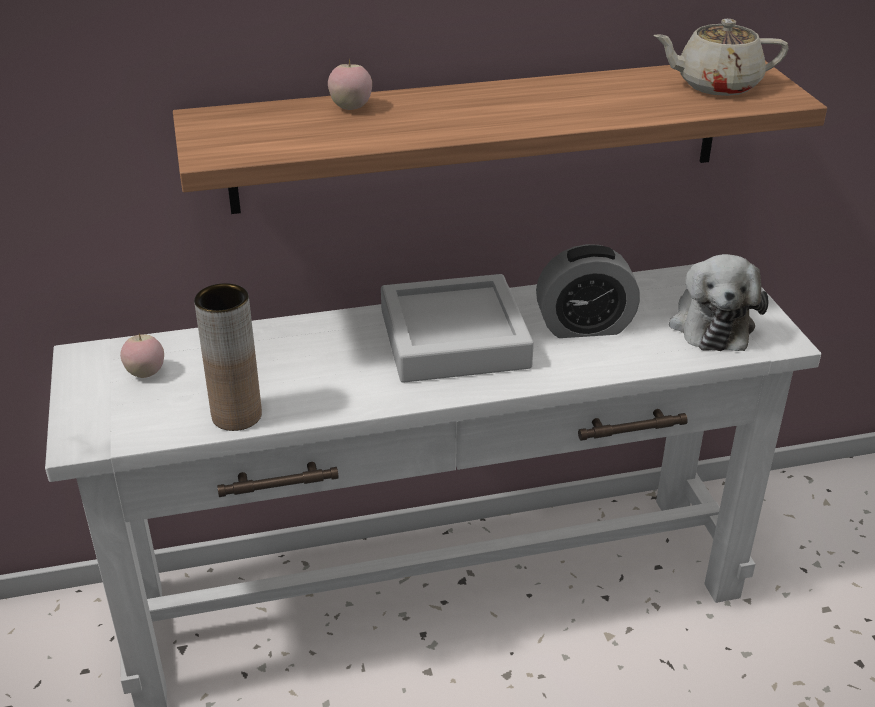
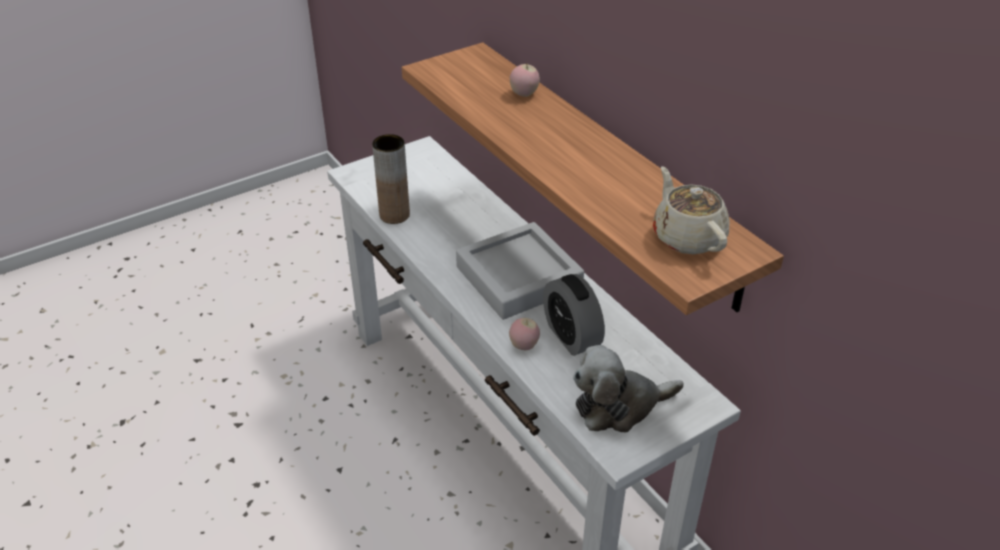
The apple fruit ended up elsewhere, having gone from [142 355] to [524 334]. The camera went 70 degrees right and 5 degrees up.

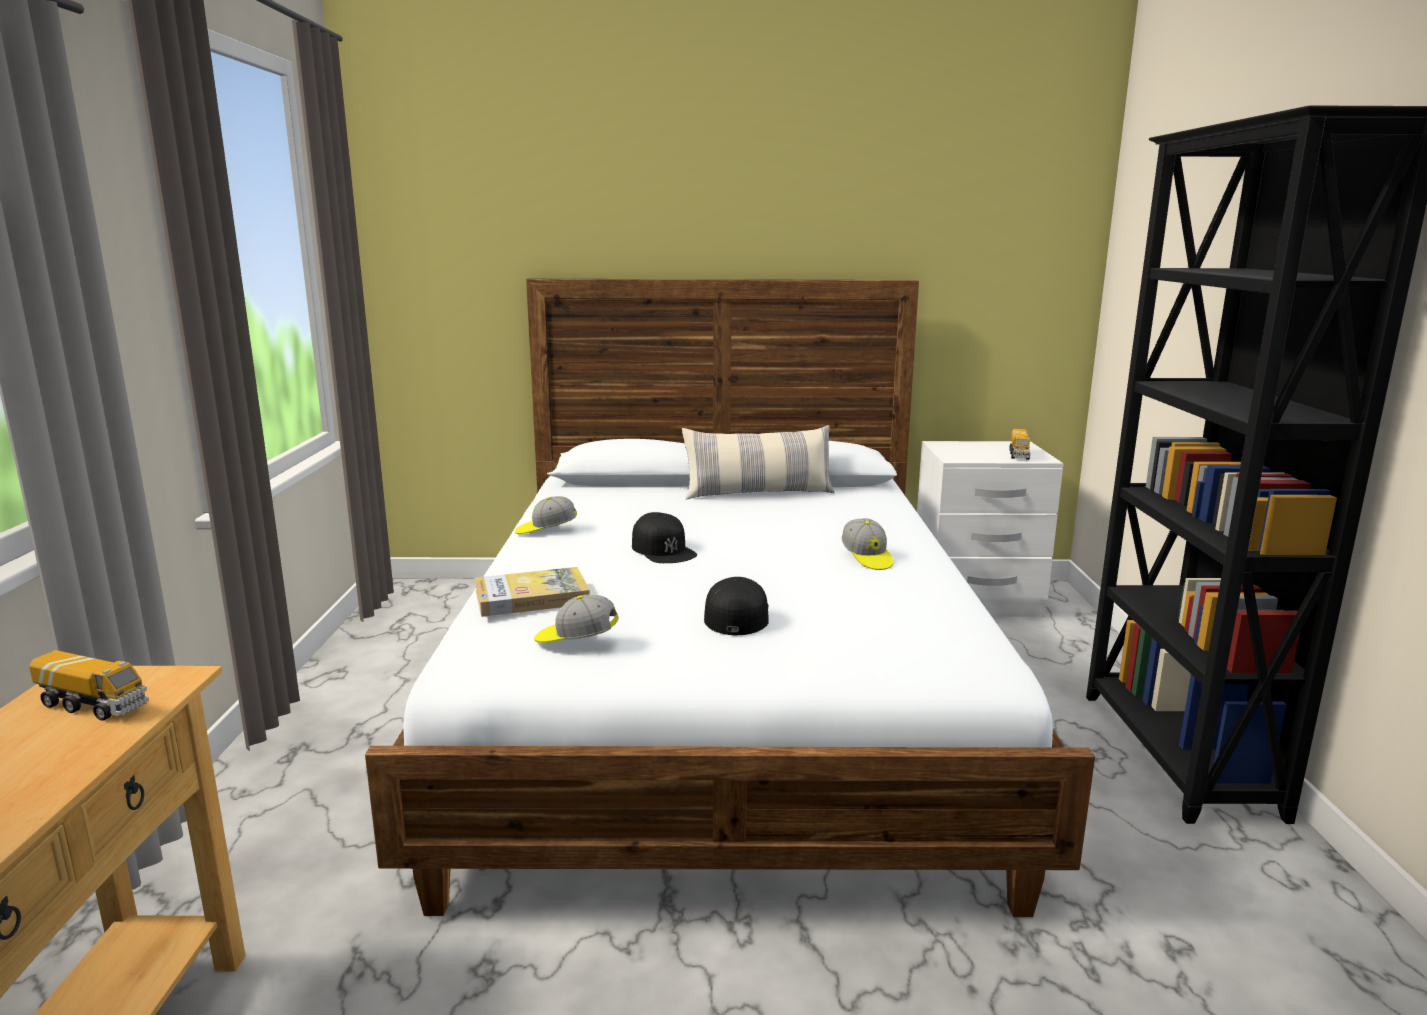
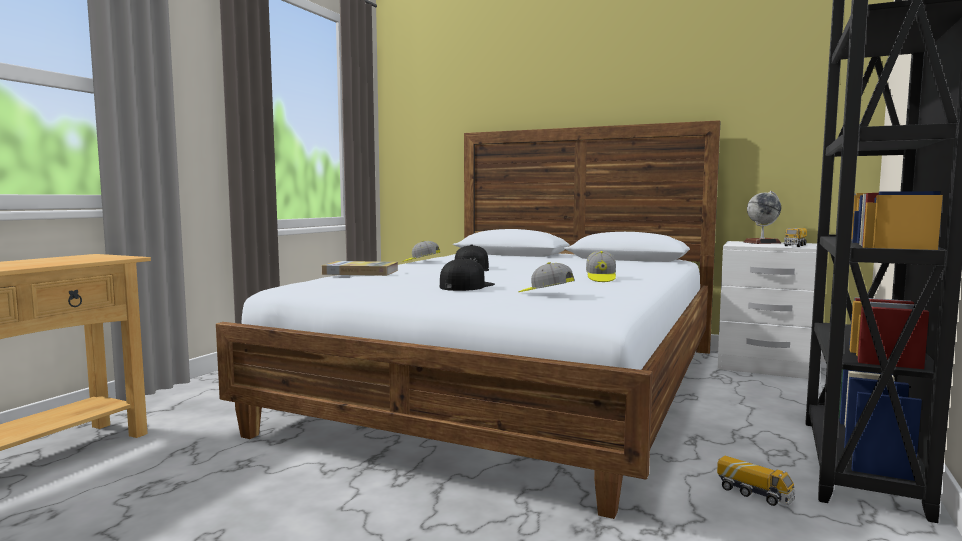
The cap ended up elsewhere, having gone from [576 618] to [546 277]. The toy truck ended up elsewhere, having gone from [89 685] to [756 480]. The second view gained the desk globe at [762 217]. The second view lost the throw pillow at [758 462]. The camera went 25 degrees right and 10 degrees down.

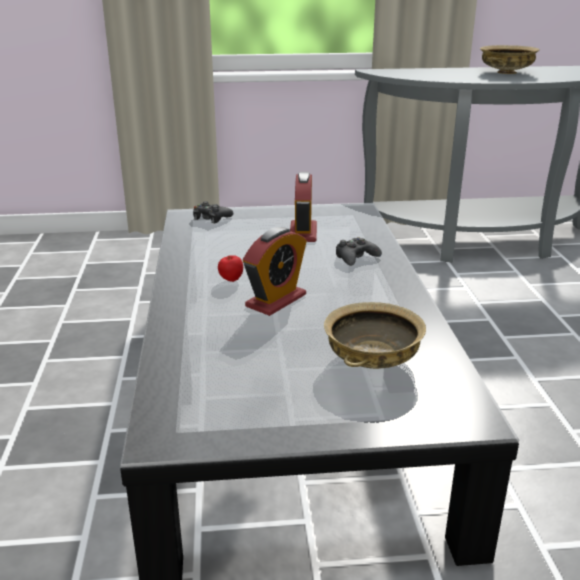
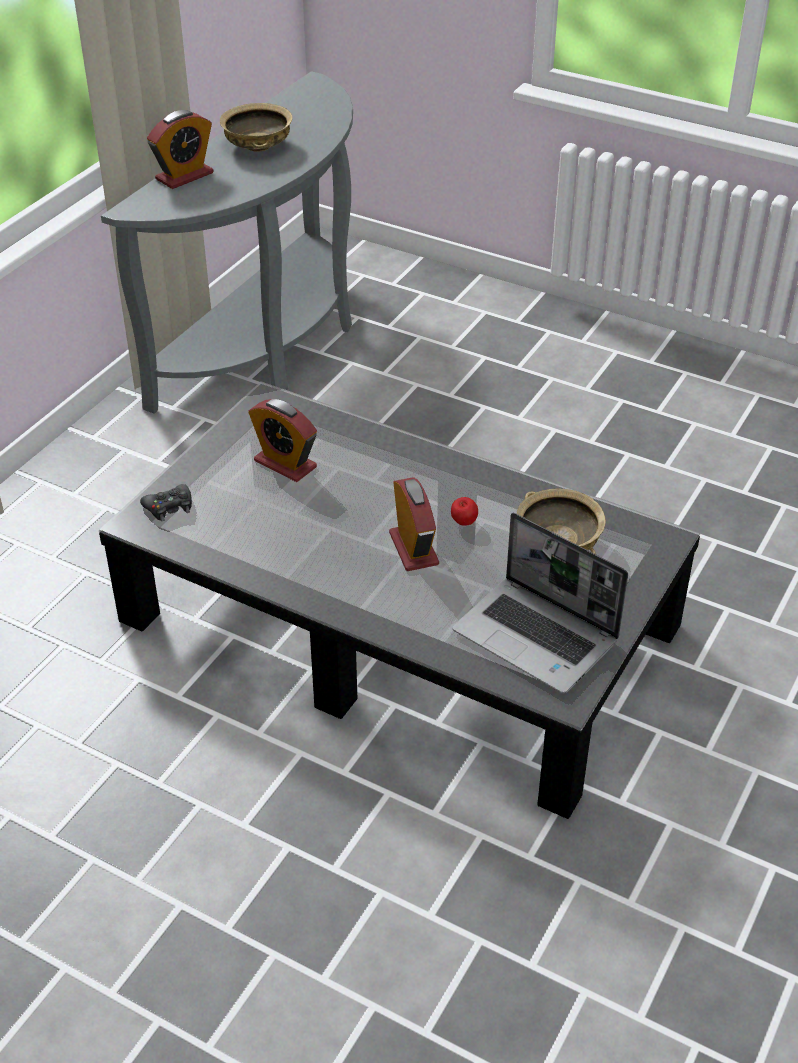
The second view gained the alarm clock at [180 149]. The apple fruit ended up elsewhere, having gone from [230 268] to [464 511]. The second view gained the notebook computer at [540 603]. The second view lost the game controller (black) at [359 251]. The camera went 55 degrees left and 15 degrees up.

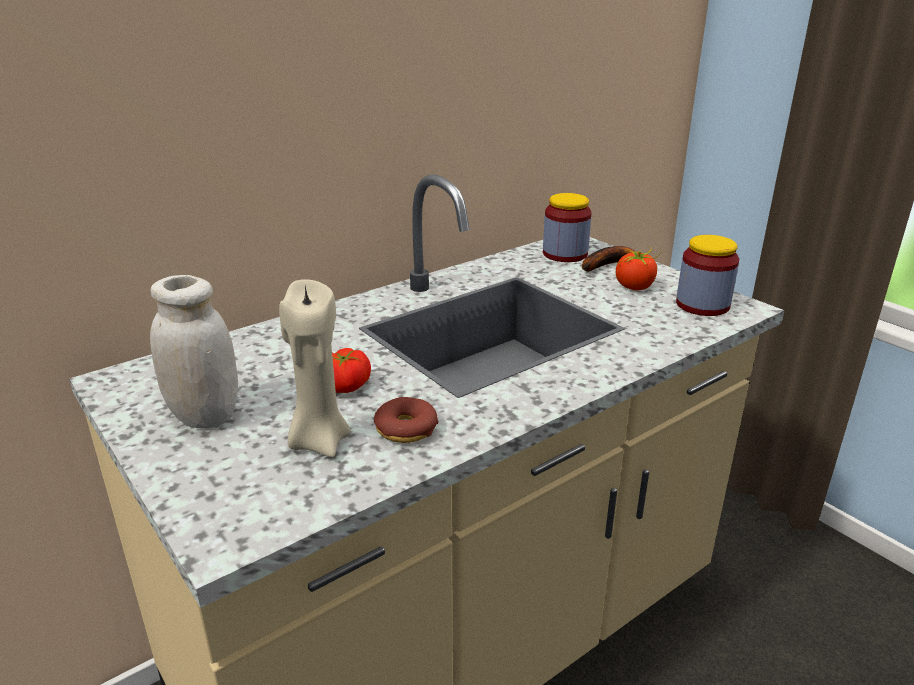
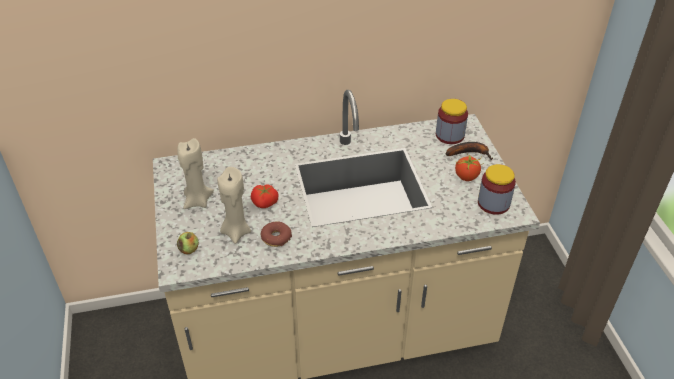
Where the preserve jar (white-coloured) stood at [194 351], the wax candle (beige) came to stand at [195 173]. The second view gained the apple fruit at [188 243]. The camera went 25 degrees right and 15 degrees up.

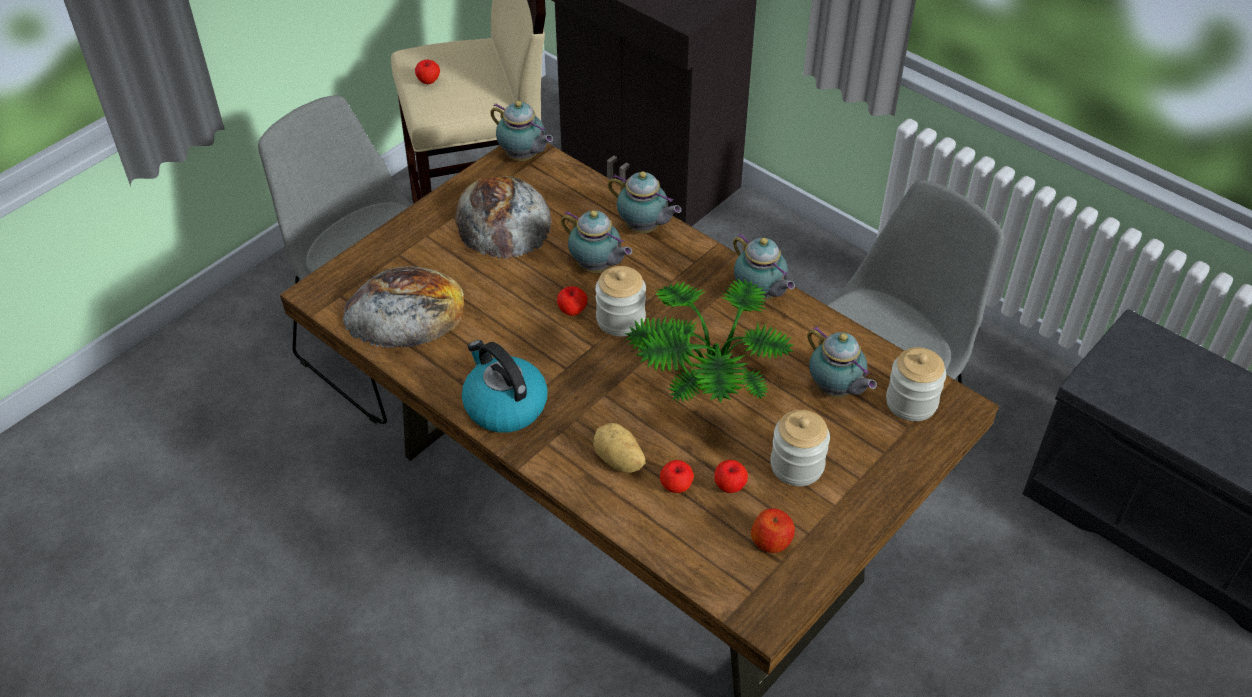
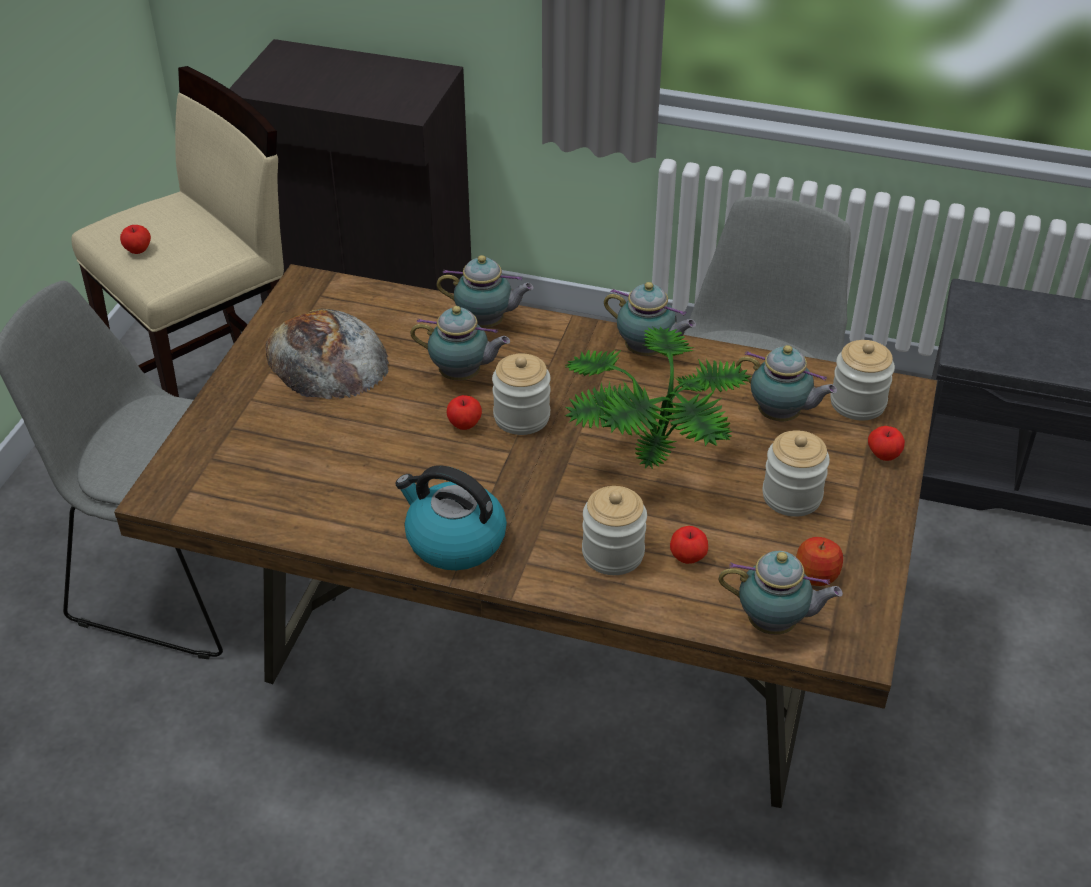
Where the potato stood at [619 448], the preserve jar came to stand at [614 530]. The tea pot ended up elsewhere, having gone from [521 131] to [781 593]. The apple fruit ended up elsewhere, having gone from [731 476] to [886 443]. The second view lost the bakery bread at [403 307]. The camera went 25 degrees left and 5 degrees down.

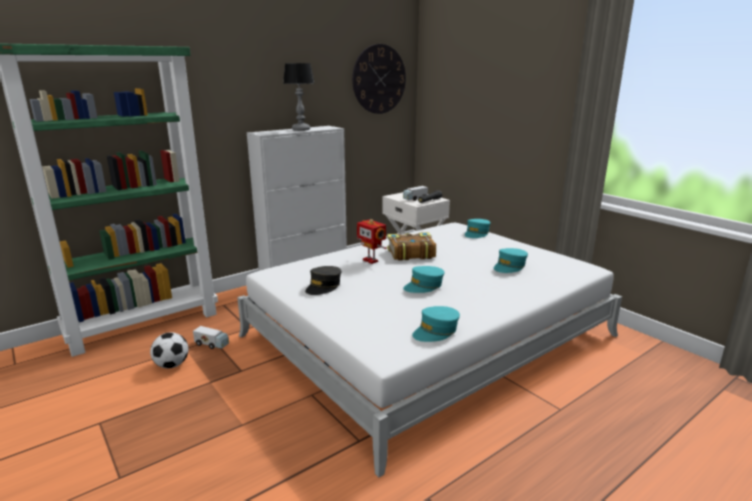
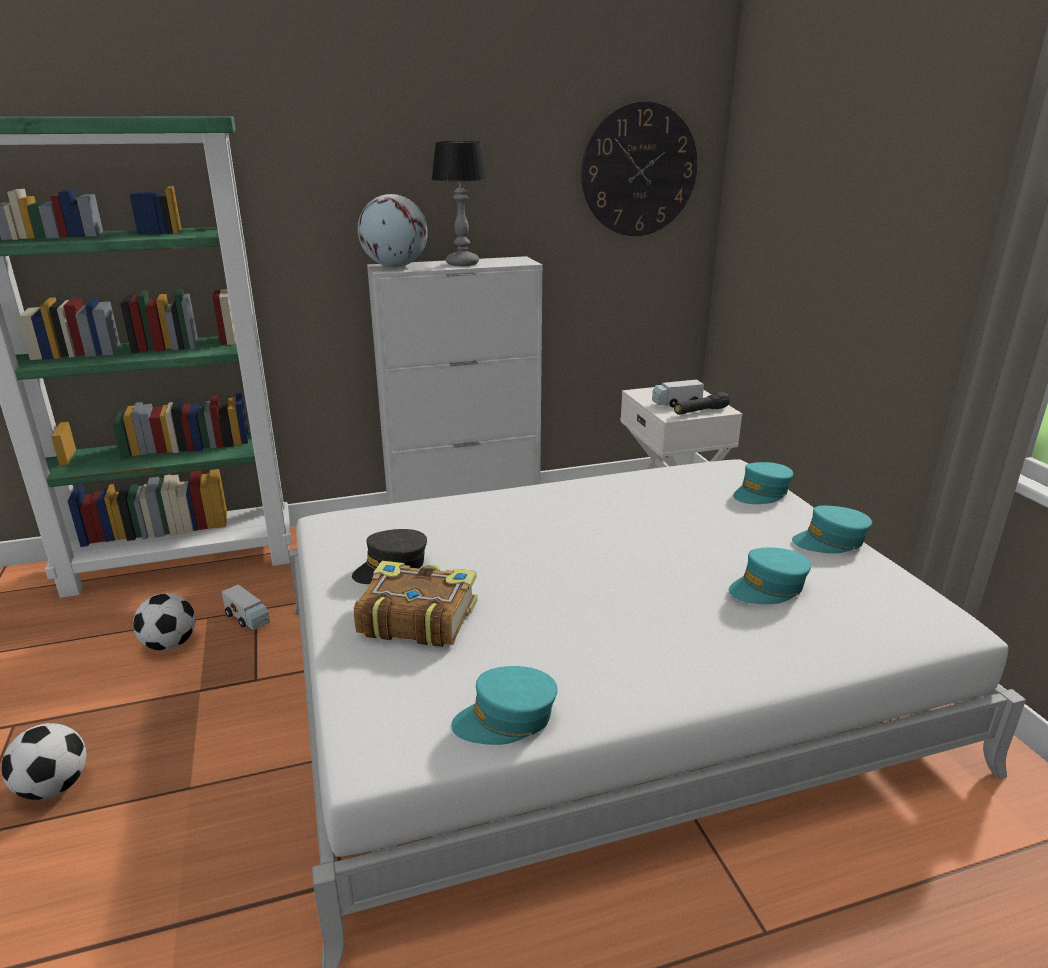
The second view gained the ball for football at [43 761]. The bound book ended up elsewhere, having gone from [411 246] to [415 604]. The second view gained the desk globe at [393 230]. The cap (blue-green) ended up elsewhere, having gone from [424 279] to [832 529]. The second view lost the toy robot at [372 241]. The camera went 20 degrees right and 5 degrees up.

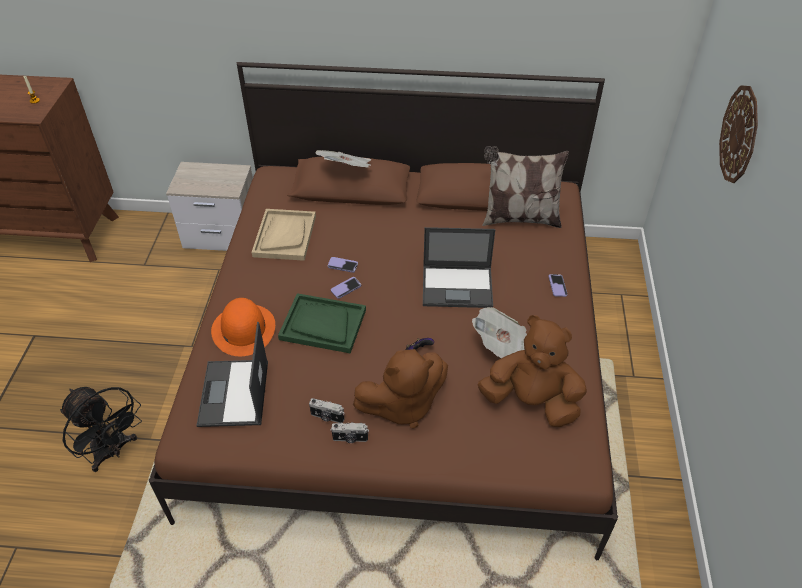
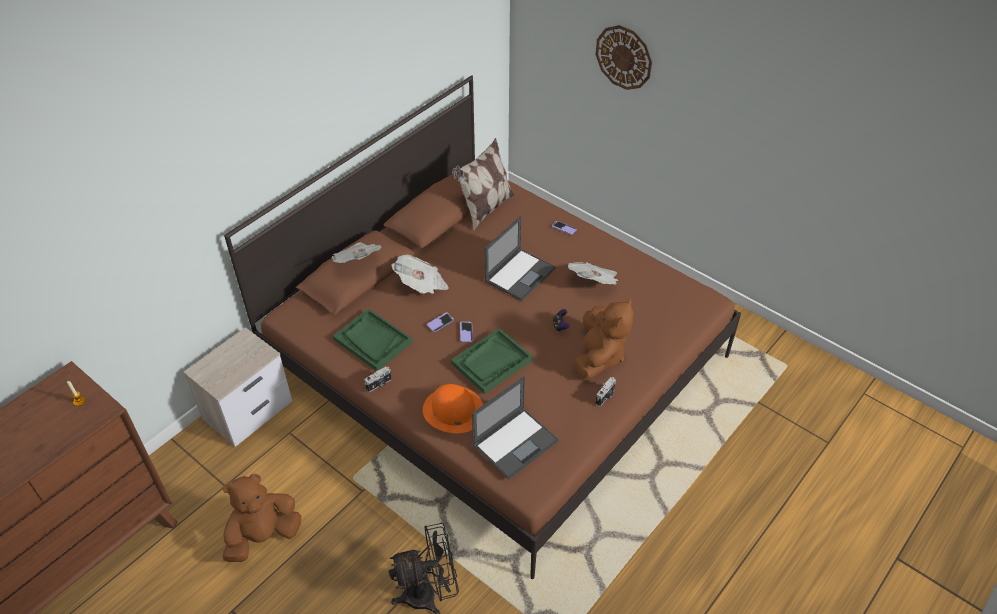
The soft toy (brownish) ended up elsewhere, having gone from [532 371] to [261 518]. What was the tray (beige) at [284 235] turned into the tray (green-coloured) at [373 339]. The still camera ended up elsewhere, having gone from [327 410] to [377 379]. The second view gained the newspaper at [420 274]. The notebook computer at [232 374] ended up facing another way, 75 degrees counterclockwise from before. The camera went 55 degrees left and 0 degrees up.

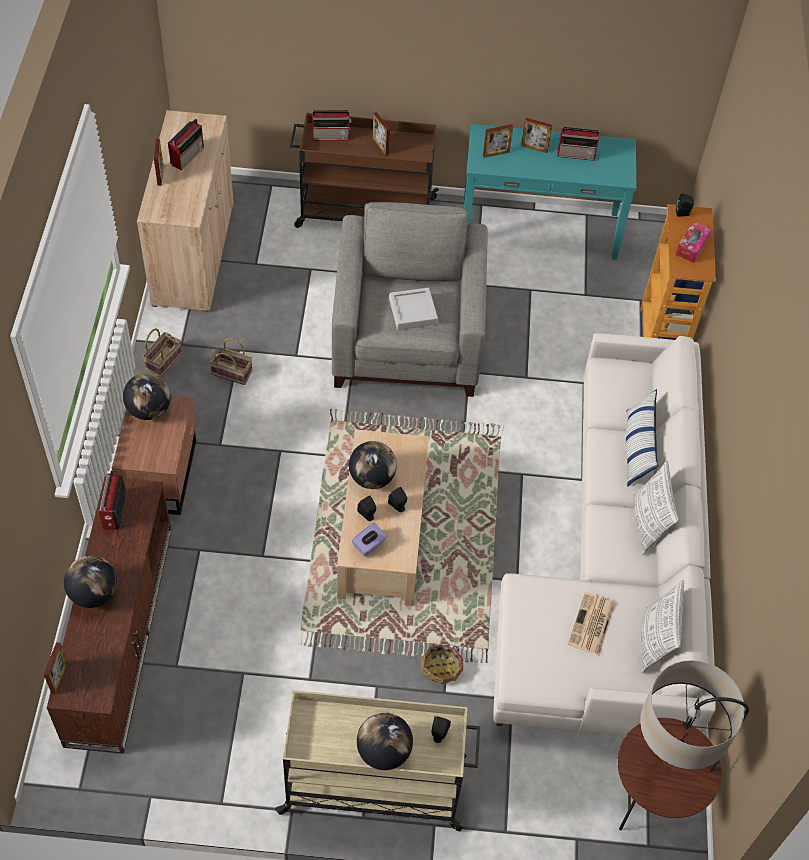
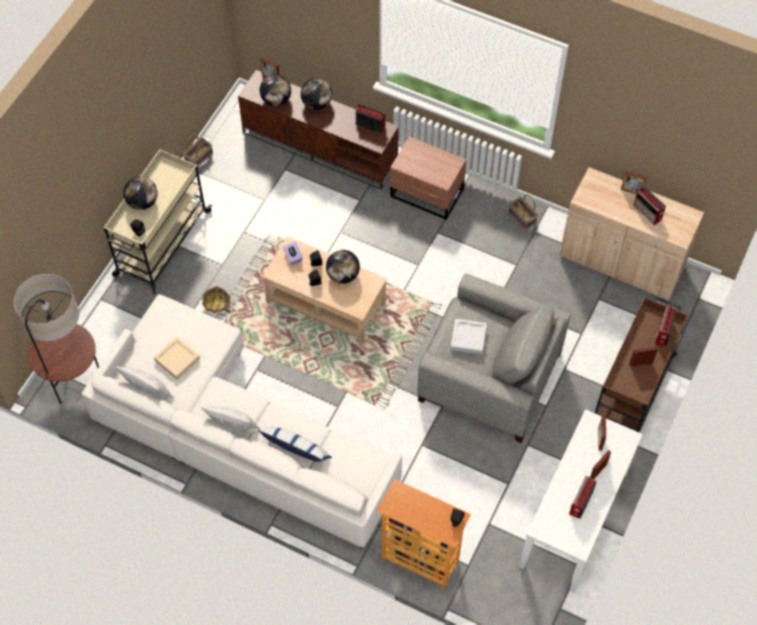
Where the newspaper stood at [591 624], the tray (beige) came to stand at [177 358]. The storage basket ended up elsewhere, having gone from [230 361] to [198 150]. The desk globe ended up elsewhere, having gone from [147 396] to [275 90]. What was the console table (blue-green) at [550 192] turned into the console table (white-coloured) at [581 501]. The second view lost the tissue holder at [693 242]. The camera went 115 degrees right and 5 degrees up.

